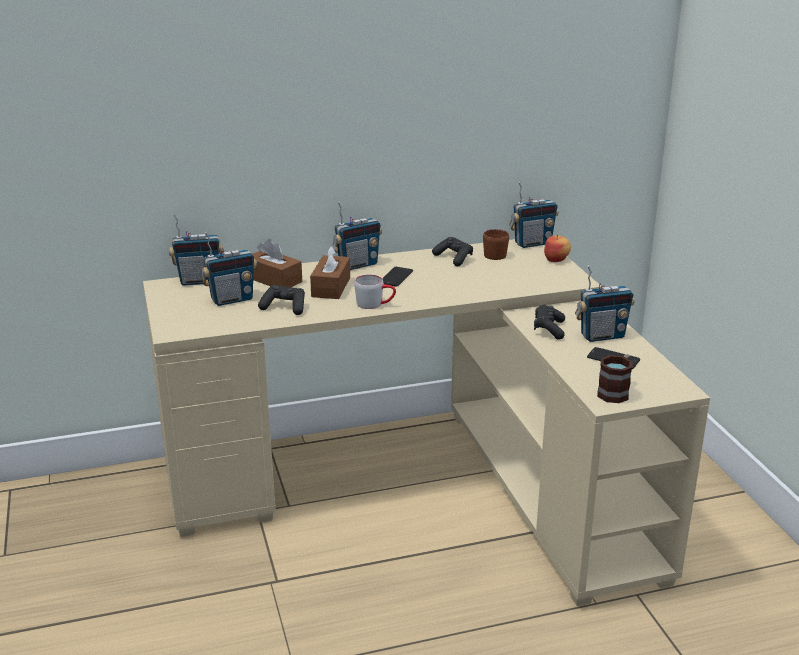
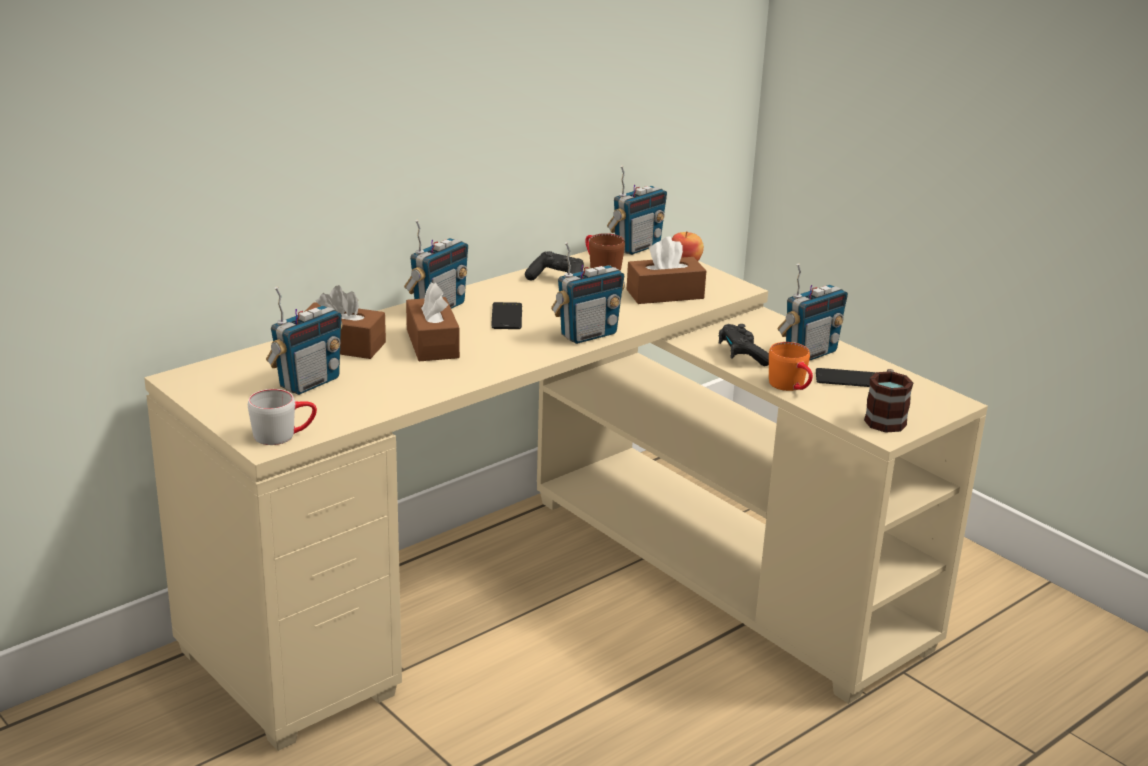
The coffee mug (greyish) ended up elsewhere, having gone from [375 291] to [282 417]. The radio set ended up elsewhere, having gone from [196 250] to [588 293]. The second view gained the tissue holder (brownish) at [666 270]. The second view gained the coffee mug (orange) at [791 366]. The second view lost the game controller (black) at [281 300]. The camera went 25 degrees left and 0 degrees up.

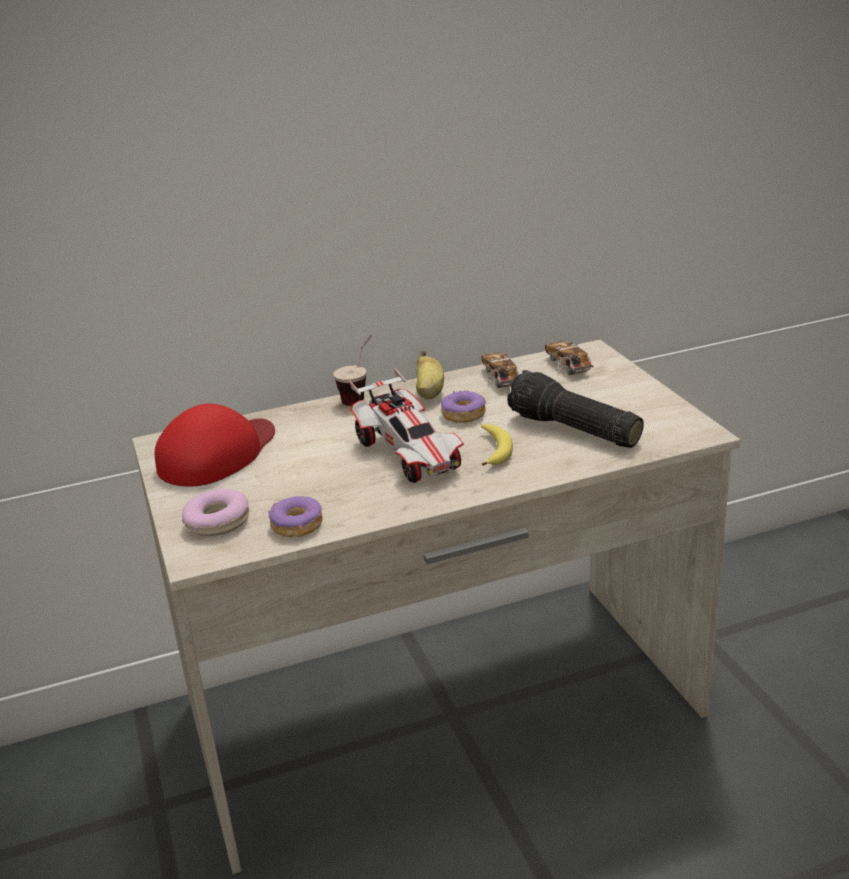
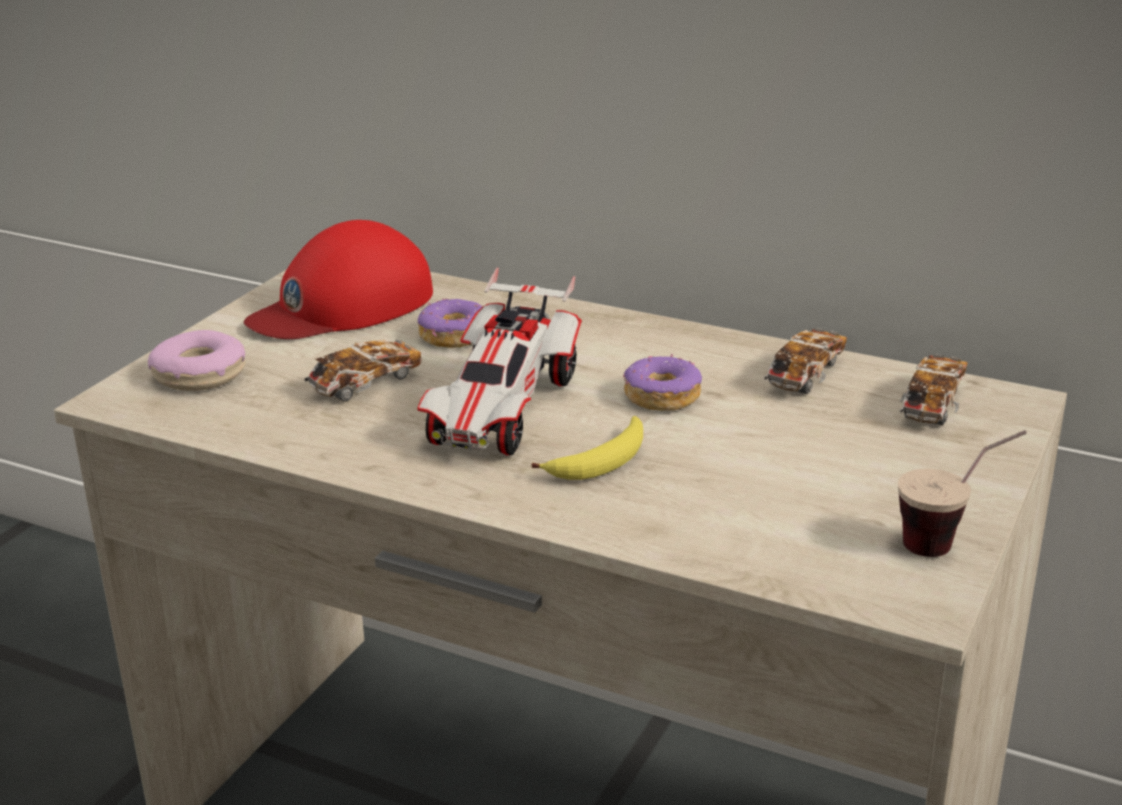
The cap (red) at [215 445] ended up facing another way, 150 degrees clockwise from before. The second view gained the model car at [363 370]. The donut ended up elsewhere, having gone from [295 516] to [450 323]. The drinking cup ended up elsewhere, having gone from [352 370] to [962 493]. The second view lost the whole banana at [430 375]. The second view lost the hand torch at [575 409]. The camera went 45 degrees right and 0 degrees up.

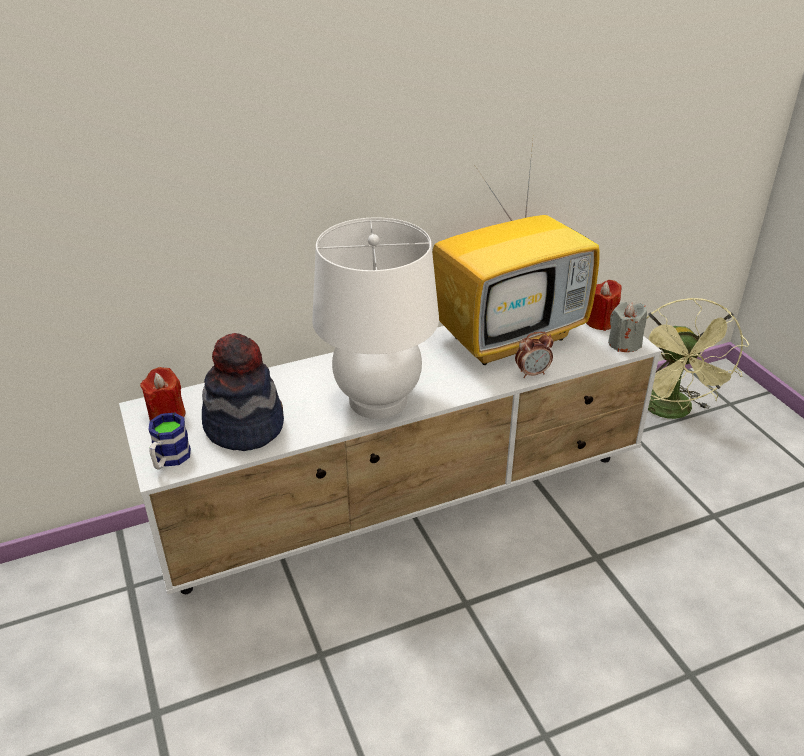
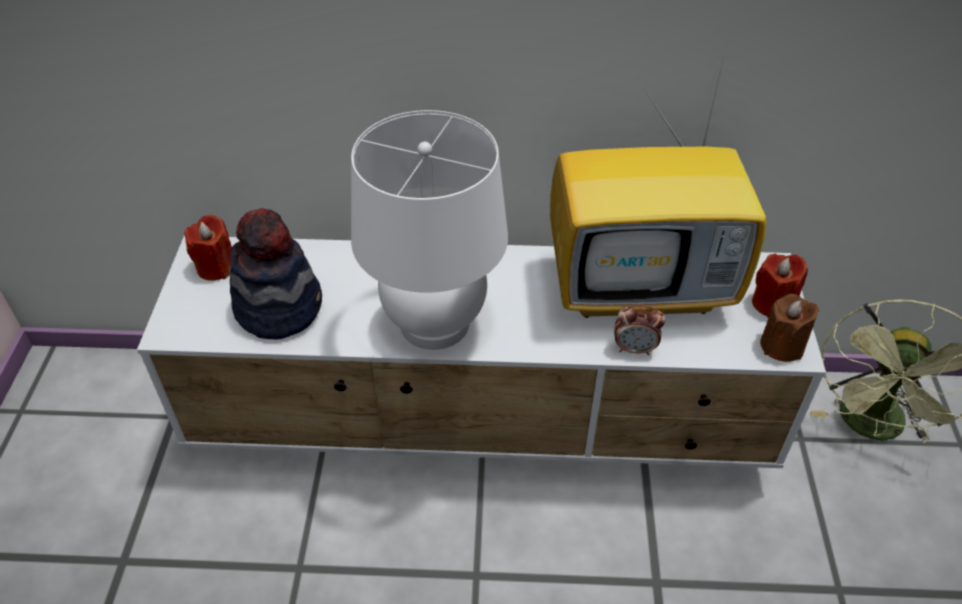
What was the wax candle (greyish) at [627 327] turned into the wax candle (brownish) at [789 328]. The second view lost the coffee mug at [169 441]. The camera went 25 degrees right and 10 degrees up.

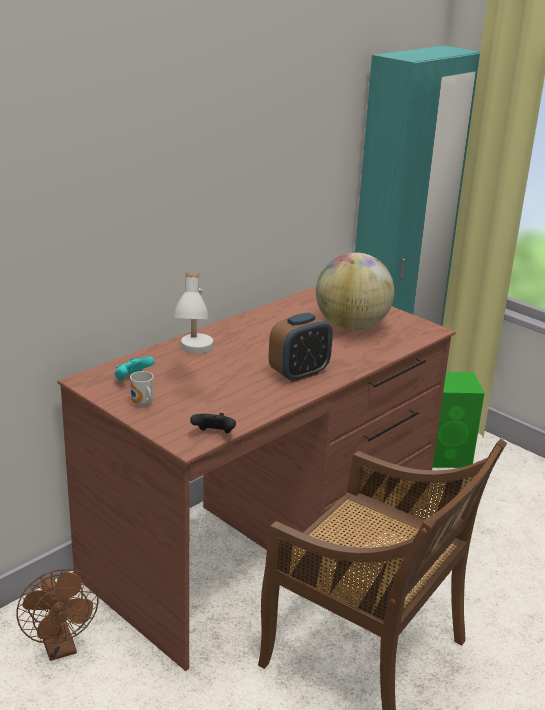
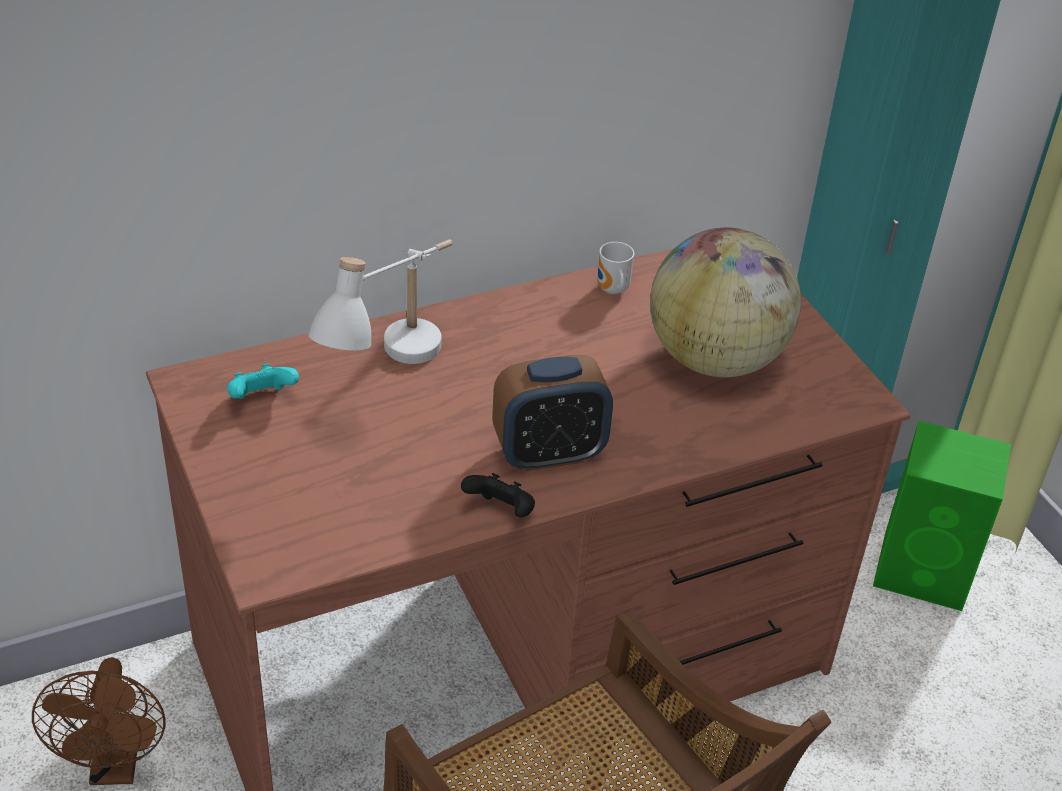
The game controller (black) ended up elsewhere, having gone from [213 423] to [498 495]. The coffee mug ended up elsewhere, having gone from [142 388] to [615 268]. The camera went 20 degrees right and 15 degrees up.

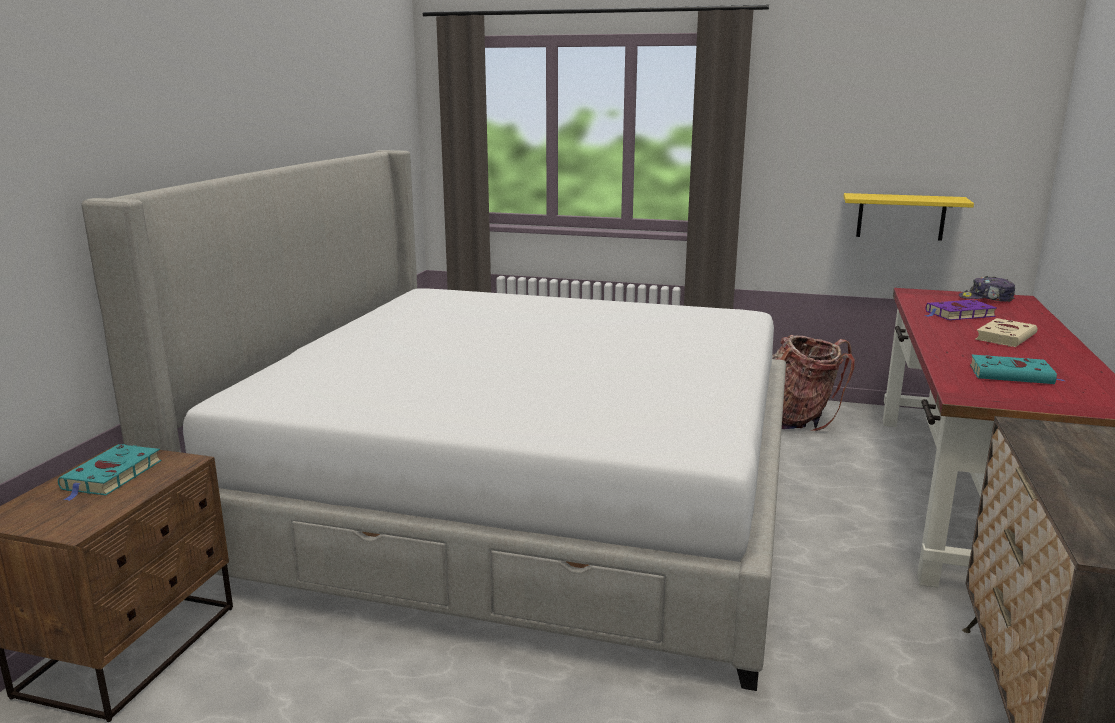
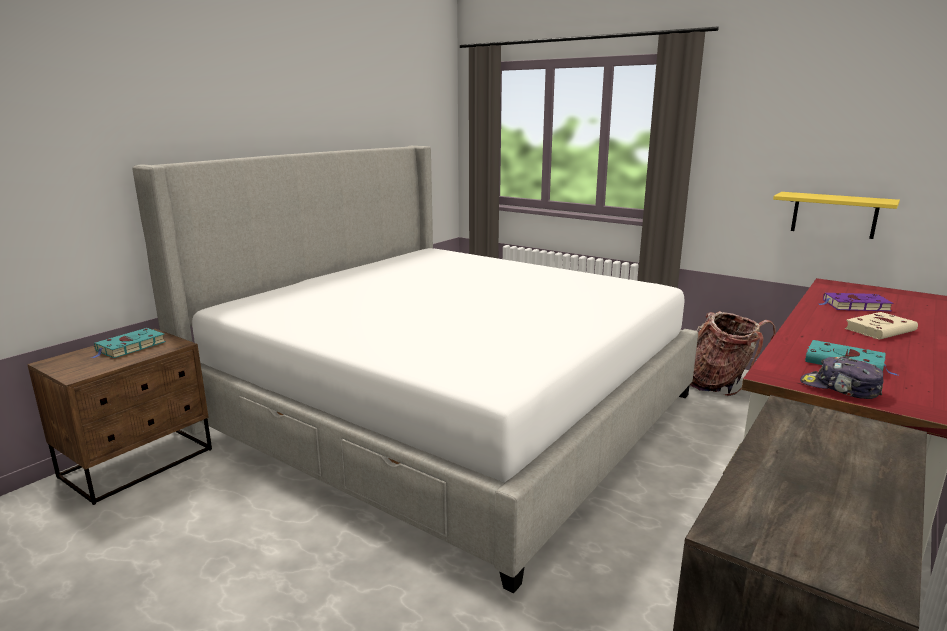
The cap ended up elsewhere, having gone from [987 289] to [841 377]. The camera went 20 degrees right and 0 degrees up.

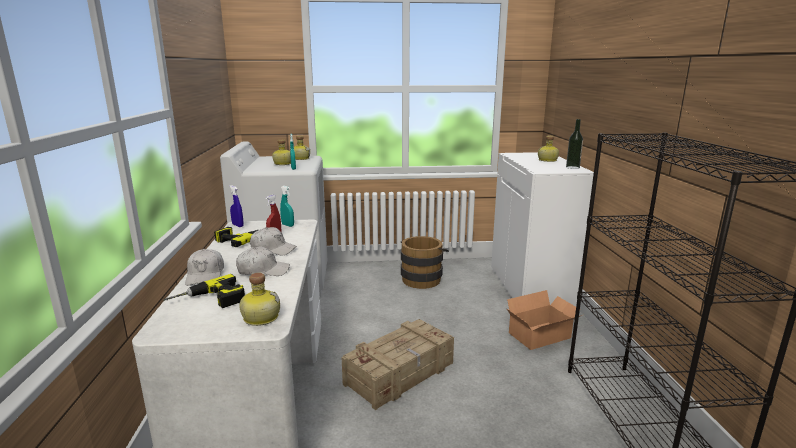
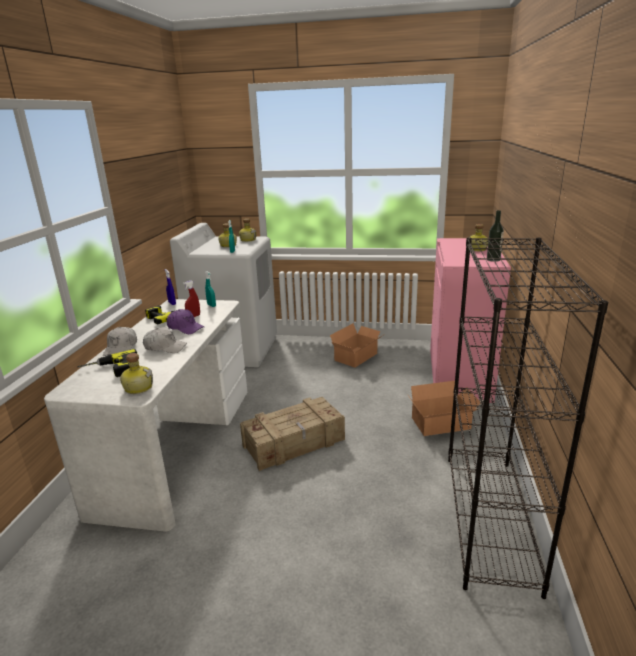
What was the cap (white-coloured) at [273 241] turned into the cap (purple-coloured) at [186 321]. Where the pail (brownish) stood at [424 262], the packing box came to stand at [356 345]. What was the storage cabinet (white-coloured) at [542 229] turned into the storage cabinet (pink-coloured) at [470 320]. The camera went 15 degrees right and 5 degrees up.

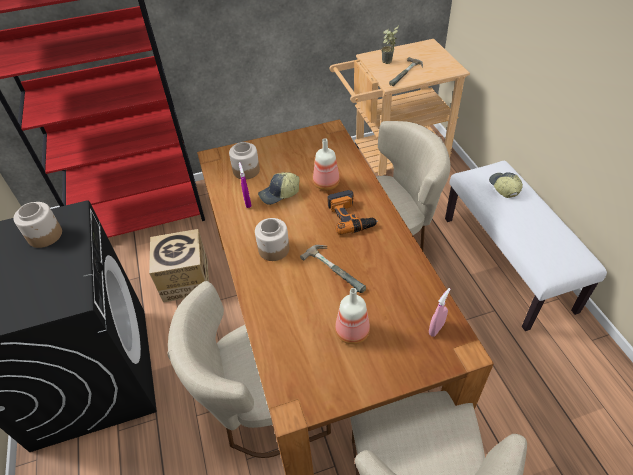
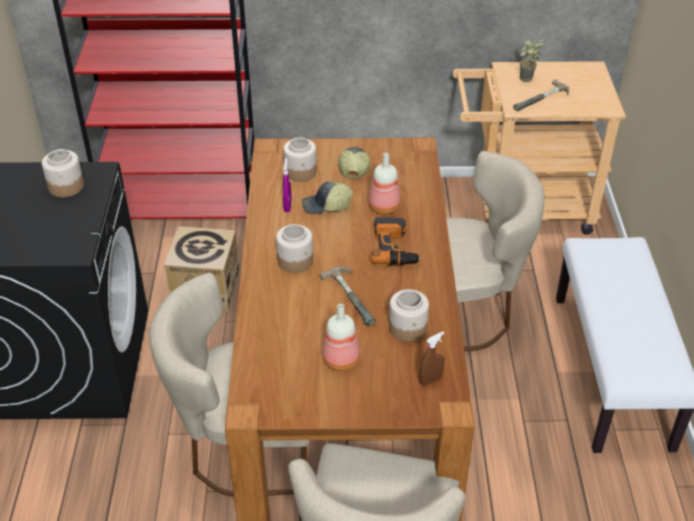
The cap ended up elsewhere, having gone from [506 185] to [354 162]. The second view gained the preserve jar at [409 315]. What was the hand sprayer (pink-coloured) at [440 312] turned into the hand sprayer (brownish) at [432 358]. The camera went 15 degrees right and 5 degrees down.

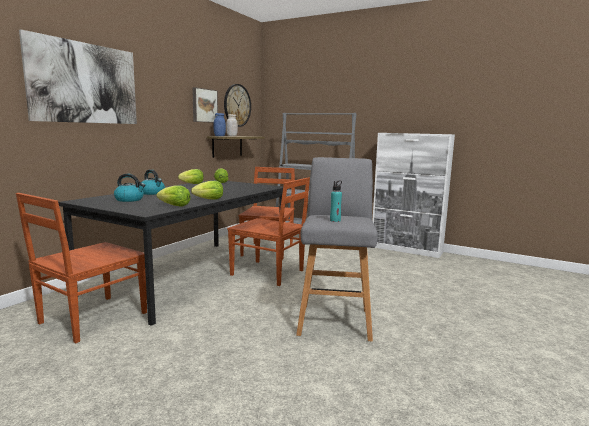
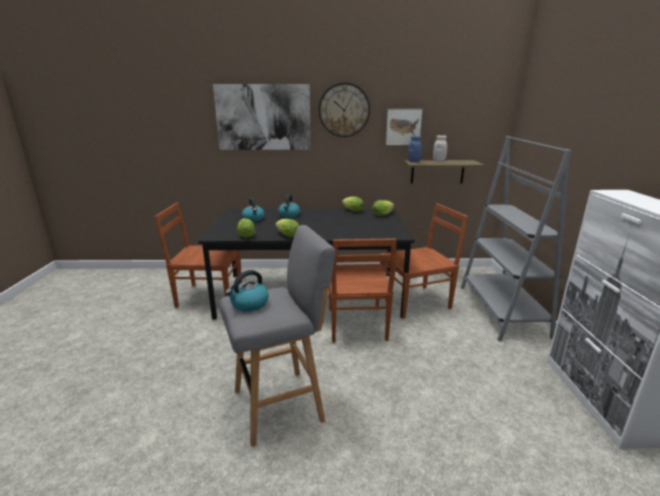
Where the beverage bottle (blue-green) stood at [336 201], the kettle came to stand at [247 291]. The clock on the wall ended up elsewhere, having gone from [237 105] to [344 109]. The camera went 60 degrees right and 10 degrees up.

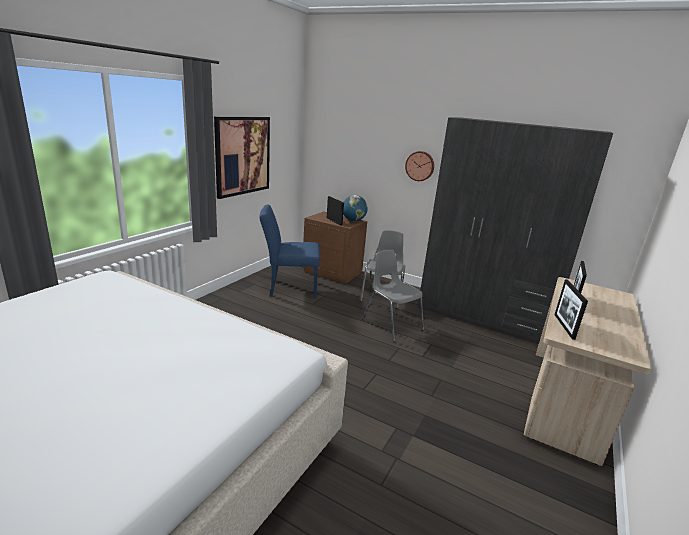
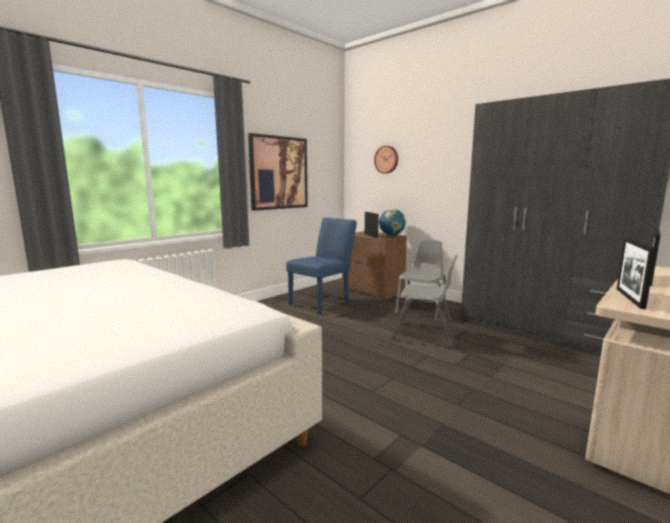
The upright chair (blue-coloured) at [289 251] ended up facing another way, 120 degrees clockwise from before. The clock on the wall ended up elsewhere, having gone from [419 166] to [386 160]. The upright chair (greyish) at [393 296] ended up facing another way, 135 degrees clockwise from before. The camera went 15 degrees right and 10 degrees down.

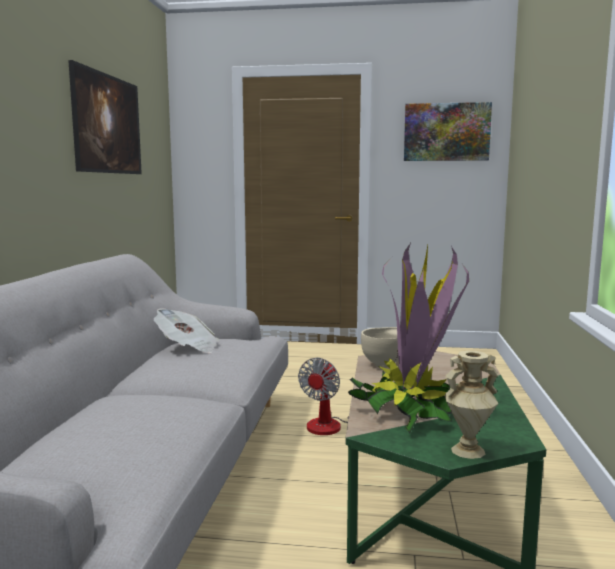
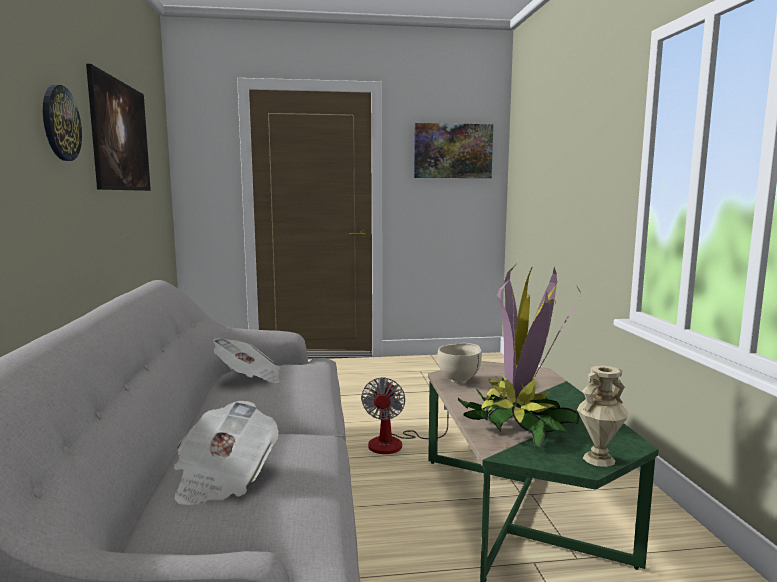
The second view gained the clock on the wall at [62 123]. The second view gained the newspaper at [226 453]. The camera went 15 degrees left and 0 degrees up.

